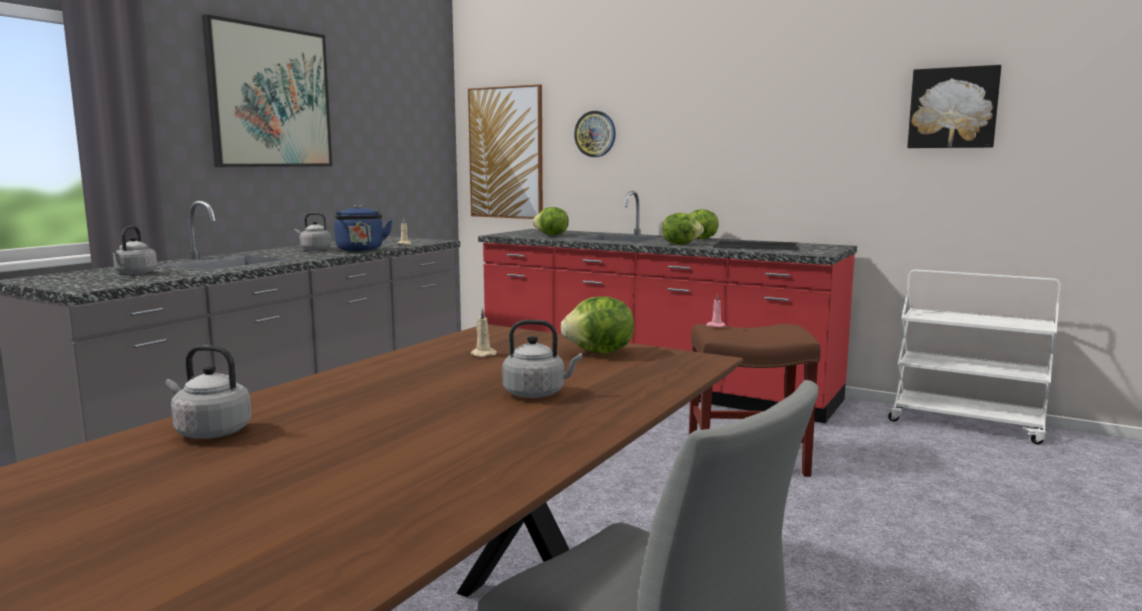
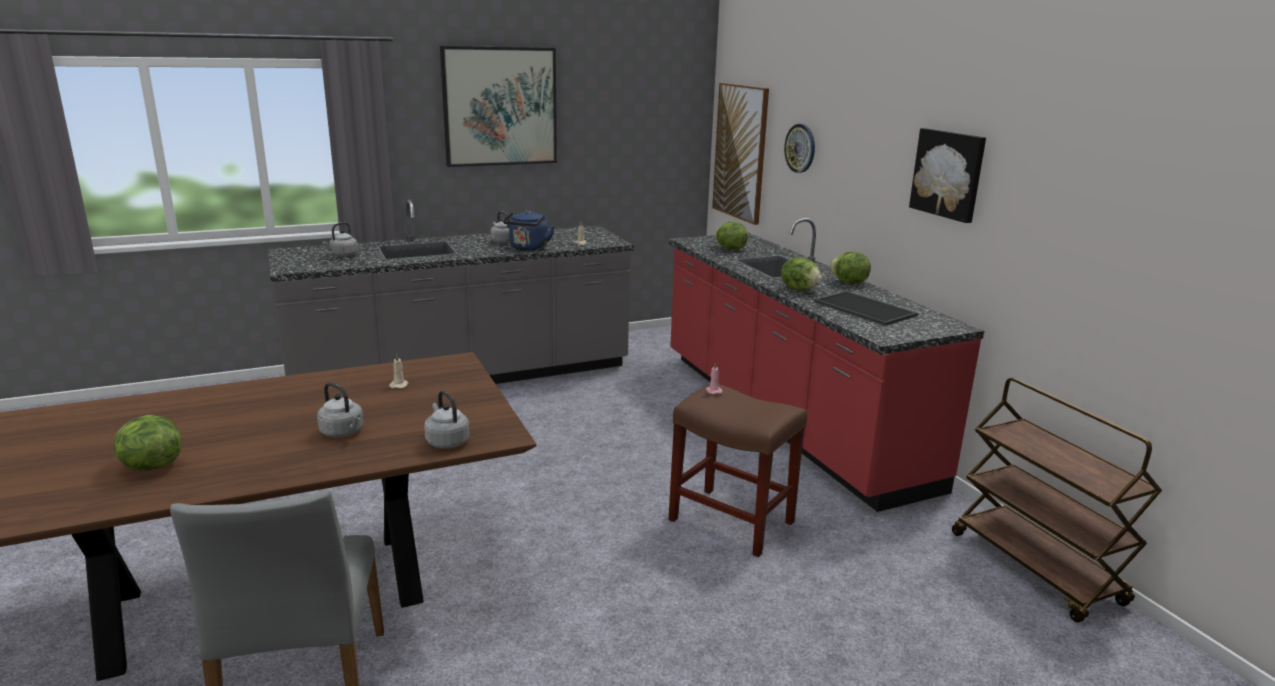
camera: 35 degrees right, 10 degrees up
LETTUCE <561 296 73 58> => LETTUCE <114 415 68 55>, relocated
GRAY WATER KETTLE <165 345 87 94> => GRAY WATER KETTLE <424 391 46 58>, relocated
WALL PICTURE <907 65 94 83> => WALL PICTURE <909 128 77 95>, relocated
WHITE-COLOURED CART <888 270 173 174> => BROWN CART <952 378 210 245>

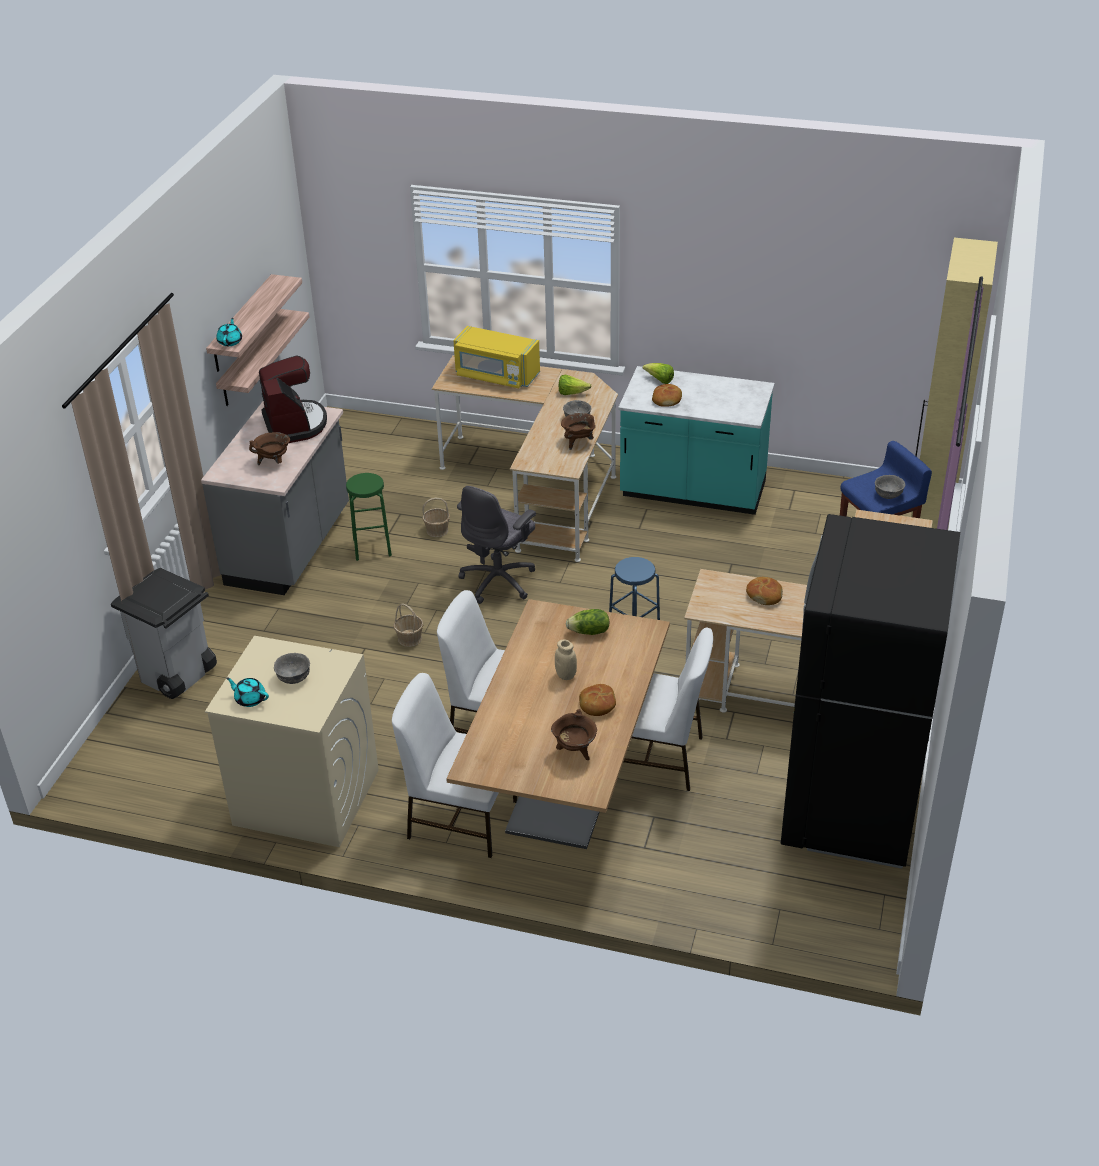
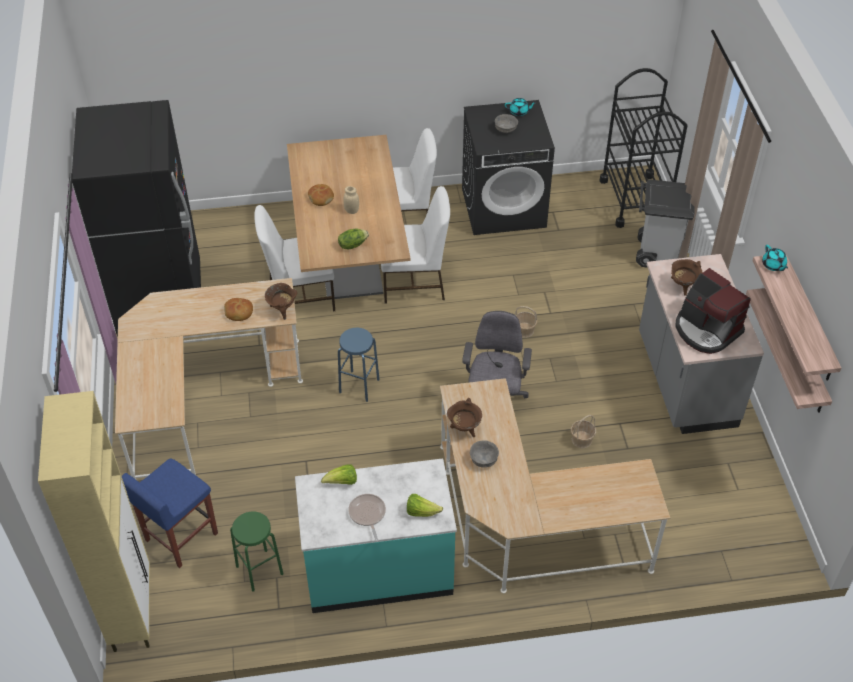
camera: 155 degrees right, 10 degrees up
GREENISH SITTING STOOL <346 473 46 88> => GREENISH SITTING STOOL <230 511 54 81>, relocated
BROWN COOKING POT <551 709 46 51> => BROWN COOKING POT <265 283 32 37>, relocated
LETTUCE <559 375 32 20> => LETTUCE <321 464 36 21>, relocated
nothing => FRYING PAN <348 494 38 48>
SAND-COLOURED LAUNDRY MACHINE <205 636 174 211> => BLACK-COLOURED LAUNDRY MACHINE <462 100 93 135>
nothing => BLACK-COLOURED CART <599 68 88 160>
YELLOW-COLOURED MICROWAVE OVEN <453 326 87 62> => nothing
BAKERY BREAD <652 384 30 23> => nothing
GRAY DEEP DISH <875 475 30 24> => nothing

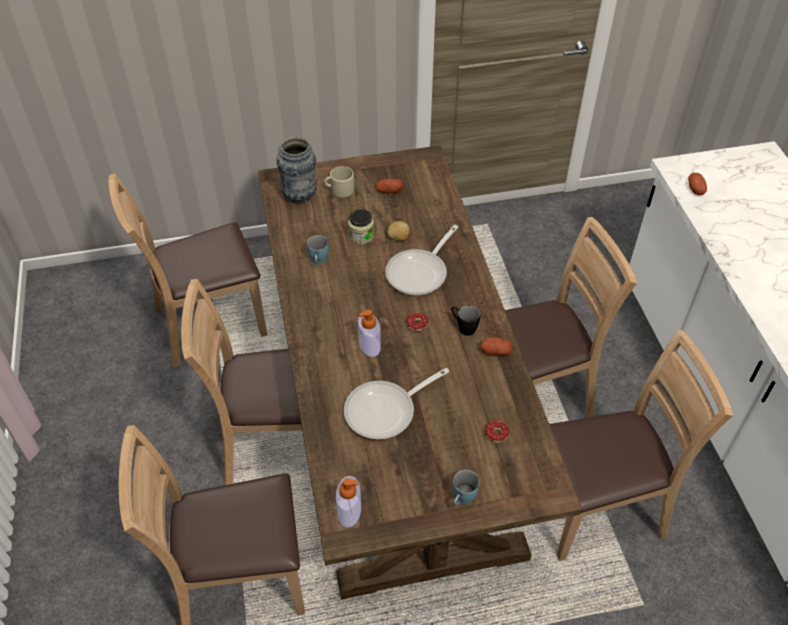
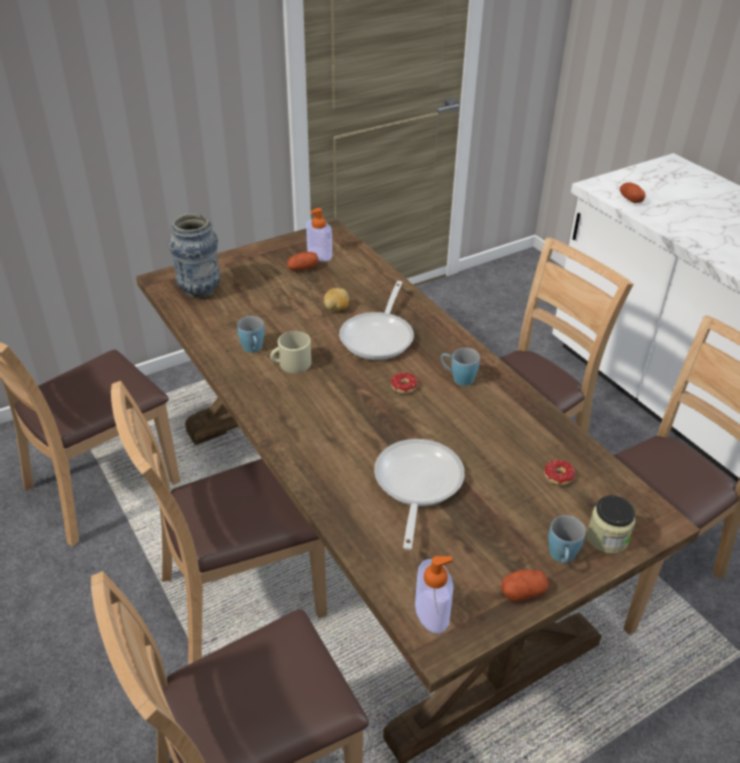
camera: 20 degrees left, 10 degrees down
SAND-COLOURED COFFEE MUG <324 166 30 32> => SAND-COLOURED COFFEE MUG <270 331 41 42>, relocated
LIQUID SOAP BOTTLE <358 310 23 47> => LIQUID SOAP BOTTLE <306 208 26 53>, relocated
FRYING PAN <344 368 105 71> => FRYING PAN <374 439 91 111>, 150 degrees clockwise
BLACK-COLOURED COFFEE MUG <451 305 30 31> => BLUE-COLOURED COFFEE MUG <441 348 39 38>
SPUD <481 337 32 18> => SPUD <501 570 48 32>, relocated
JAR <348 209 26 35> => JAR <587 495 48 59>, relocated

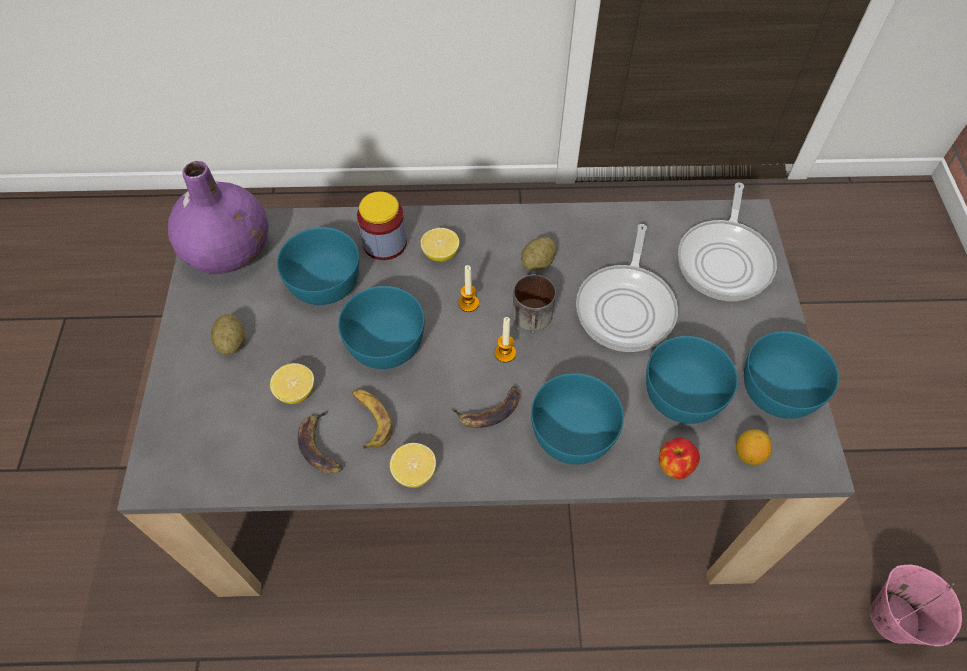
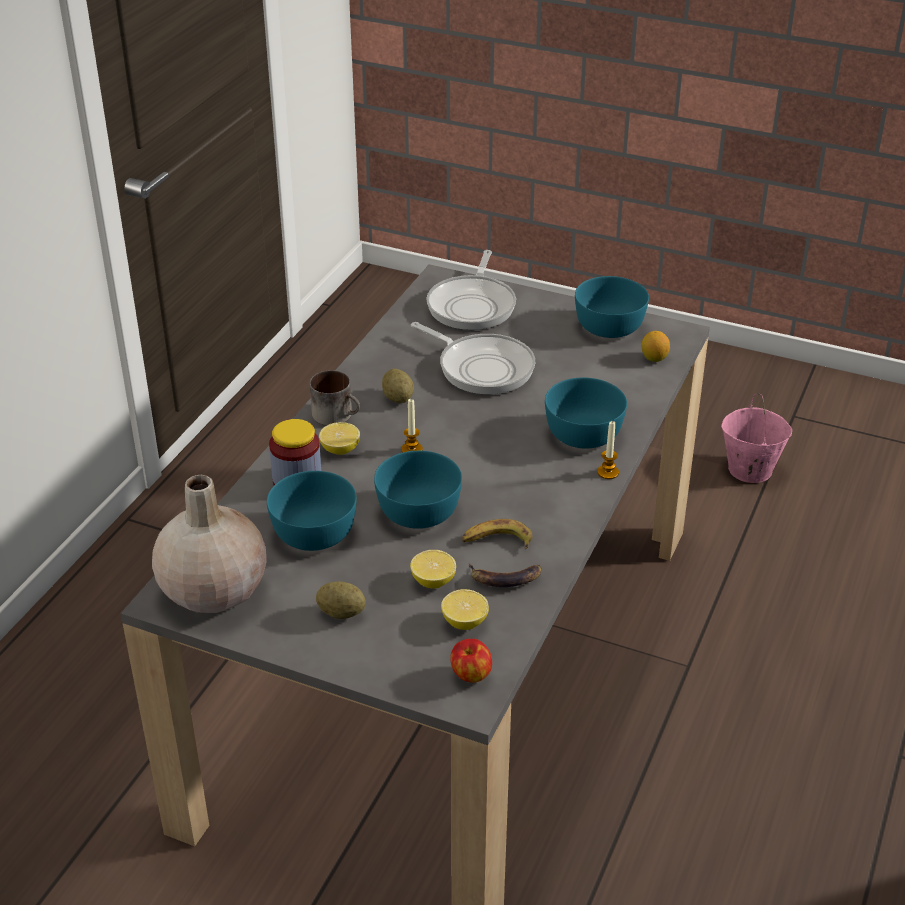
camera: 65 degrees left, 20 degrees down
PURPLE-COLOURED DECORATIVE VASE <168 161 100 113> => SAND-COLOURED DECORATIVE VASE <152 475 115 138>
COFFEE MUG <512 274 44 60> => COFFEE MUG <310 370 50 55>, relocated
FRYING PAN <678 183 99 118> => FRYING PAN <427 250 89 80>, 60 degrees clockwise
CITRUS FRUIT <390 443 46 45> => CITRUS FRUIT <441 589 48 41>, relocated
WHOLE APPLE <658 438 42 41> => WHOLE APPLE <450 639 42 43>, relocated
WAX LIGHT <495 317 21 46> => WAX LIGHT <597 421 22 58>, relocated
WHOLE BANANA <451 386 69 42> => nothing
TURQUOISE-COLOURED DEEP DISH <646 336 92 88> => nothing

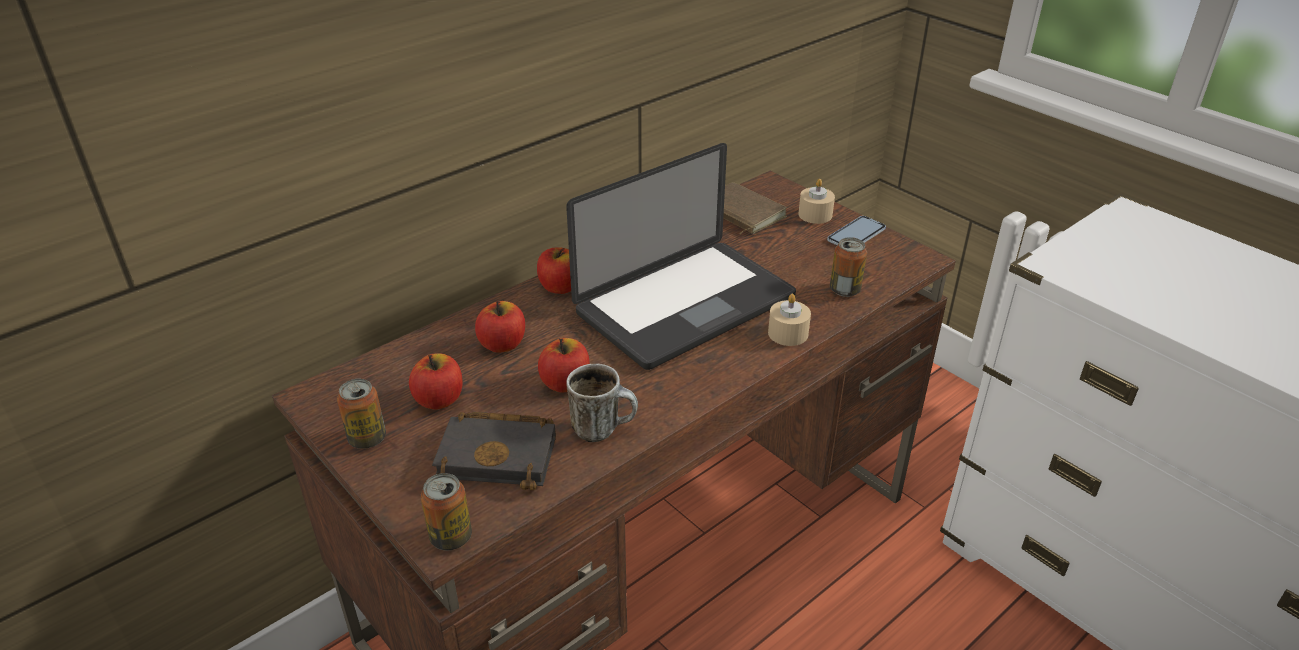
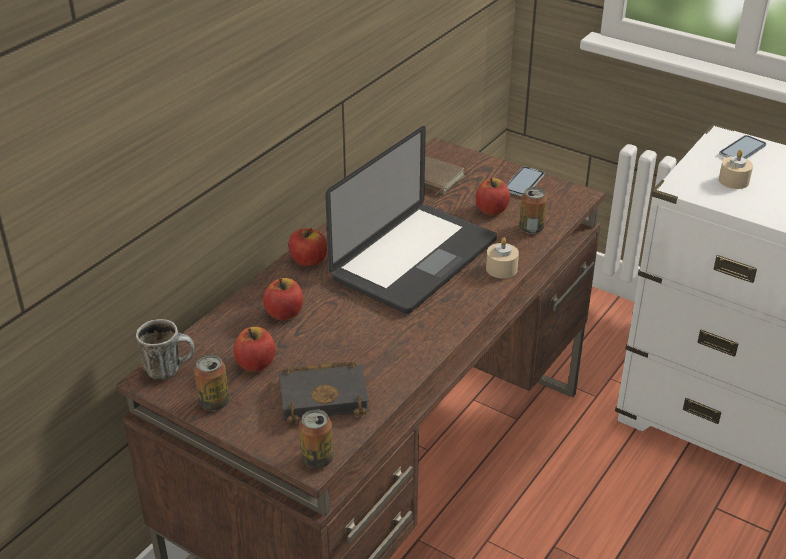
camera: 15 degrees left, 0 degrees up
COFFEE MUG <566 364 72 78> => COFFEE MUG <136 319 58 62>, relocated
WHOLE APPLE <538 338 52 55> => WHOLE APPLE <476 178 34 37>, relocated
nothing => TELEPHONE <719 135 47 24>
SAND-COLOURED WAX LIGHT <798 179 37 45> => SAND-COLOURED WAX LIGHT <719 150 34 39>, relocated

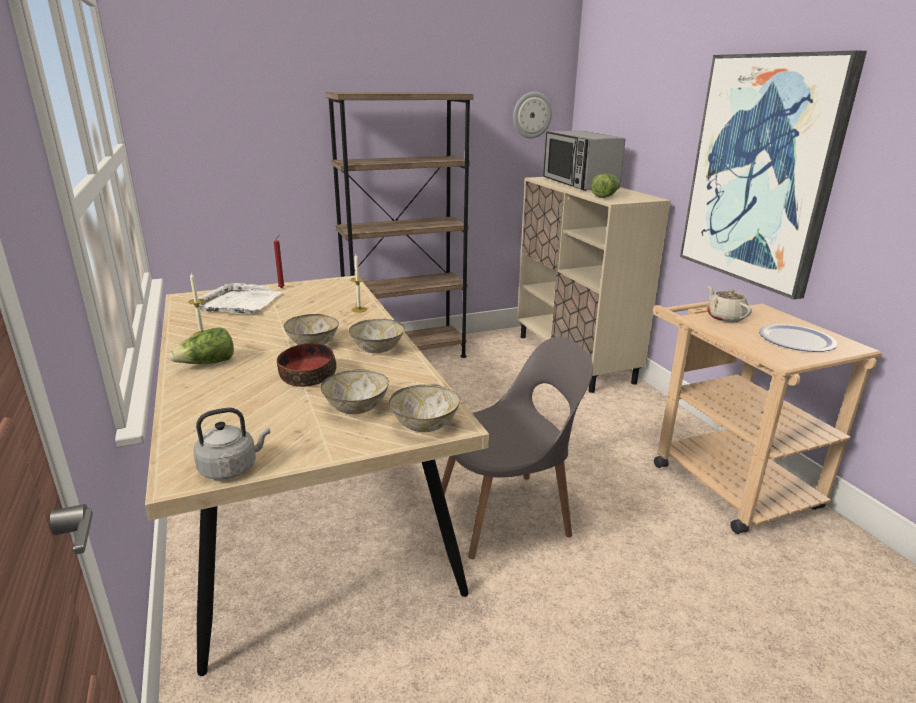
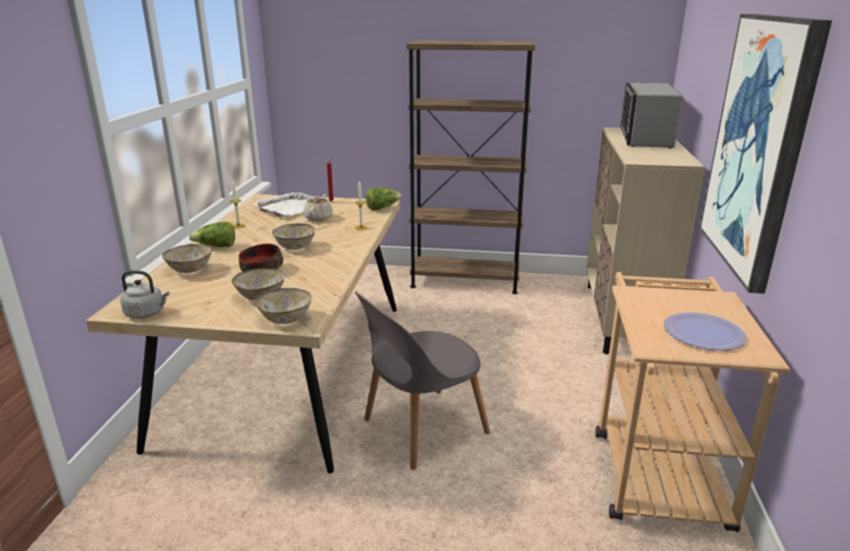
camera: 30 degrees right, 0 degrees up
DEEP DISH <349 319 55 34> => DEEP DISH <162 244 50 29>, relocated
SAND-COLOURED TEA POT <707 286 45 37> => SAND-COLOURED TEA POT <303 194 30 27>, relocated
GRAY CHAIR <441 337 152 222> => GRAY CHAIR <355 291 135 179>, 135 degrees clockwise
LETTUCE <591 173 29 25> => LETTUCE <366 188 36 22>, relocated
CLOCK ON THE WALL <513 92 39 46> => nothing

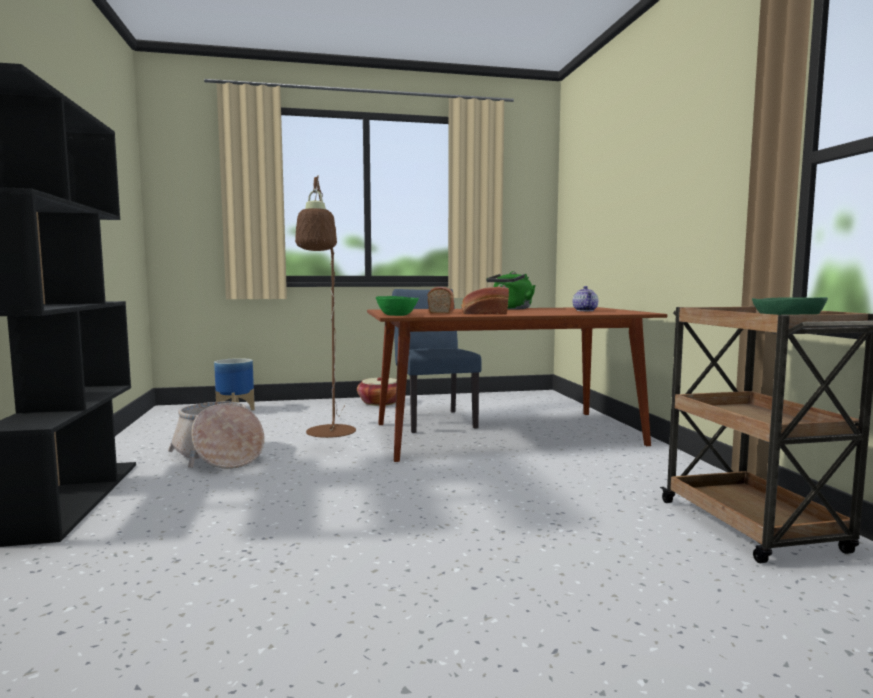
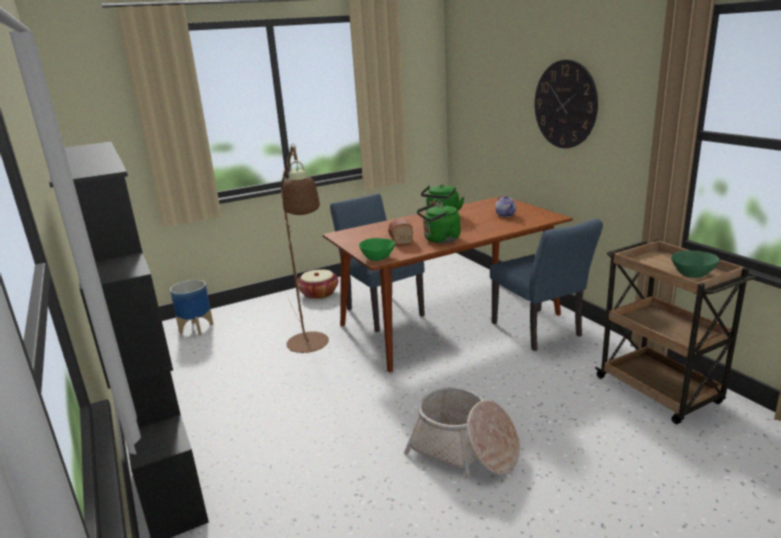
camera: 15 degrees left, 15 degrees up
HOUSEHOLD BASKET <168 402 97 67> => HOUSEHOLD BASKET <404 387 116 92>, relocated
BAKERY BREAD <461 287 48 27> => GREENISH WATER KETTLE <417 203 44 40>
nothing => BLUE-COLOURED CHAIR <490 219 113 132>
nothing => CLOCK ON THE WALL <535 60 63 88>

